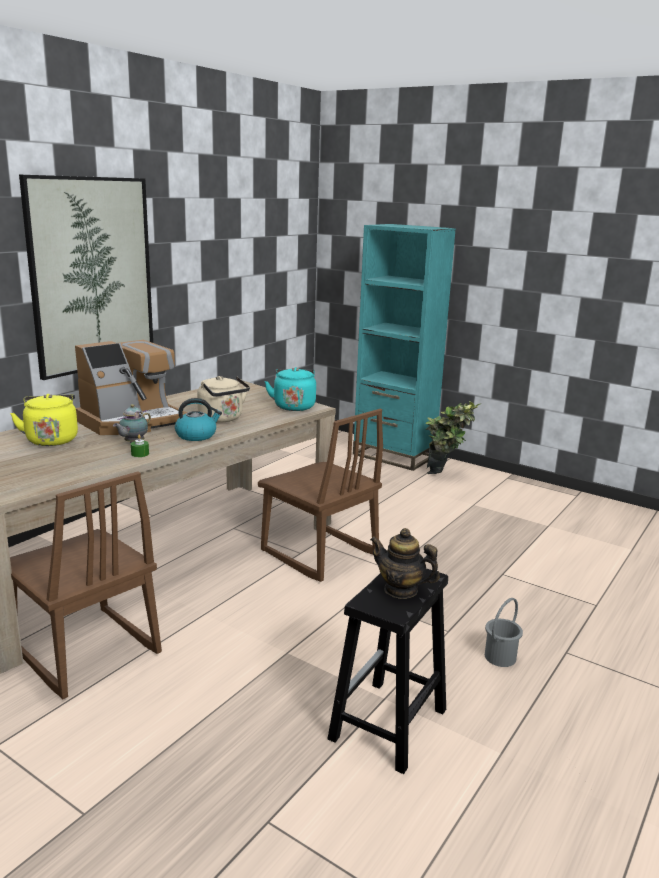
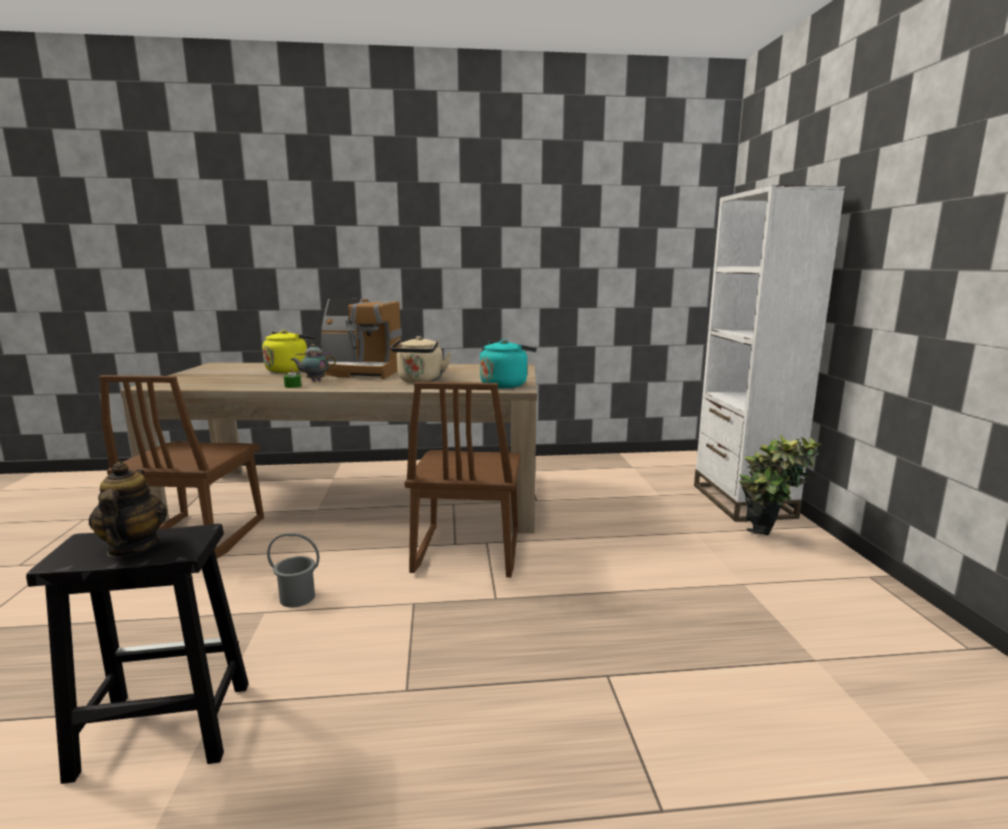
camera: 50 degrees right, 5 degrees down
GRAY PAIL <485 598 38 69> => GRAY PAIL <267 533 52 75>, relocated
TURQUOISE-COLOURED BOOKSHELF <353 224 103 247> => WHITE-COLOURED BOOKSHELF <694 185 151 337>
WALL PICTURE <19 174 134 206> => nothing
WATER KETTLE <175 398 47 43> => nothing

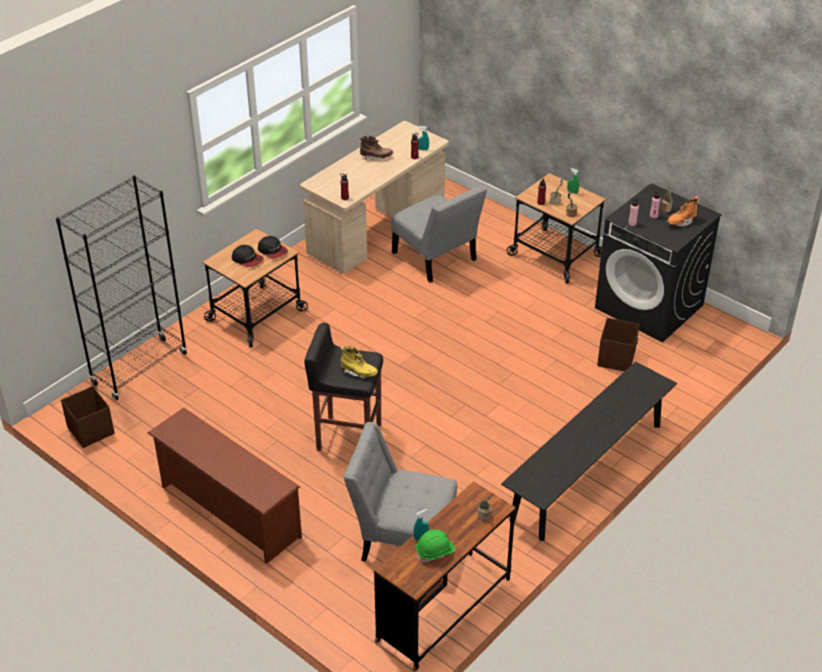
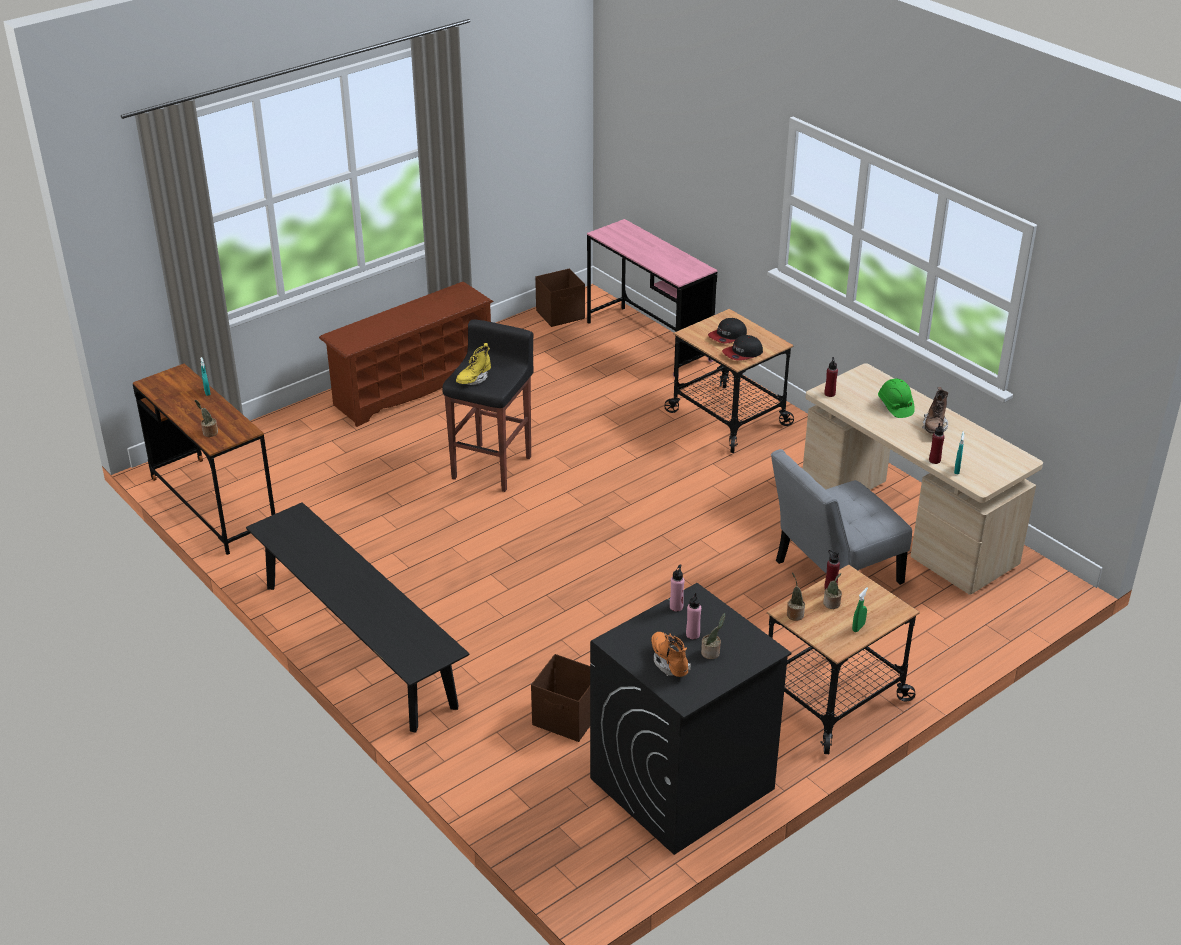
camera: 100 degrees right, 5 degrees down
BLACK-COLOURED BOOKSHELF <56 175 131 225> => PINK-COLOURED DESK <587 219 130 159>
GREENISH SAFETY HELMET <416 529 40 33> => GREENISH SAFETY HELMET <878 378 37 40>, relocated
GRAY CHAIR <343 422 114 140> => nothing

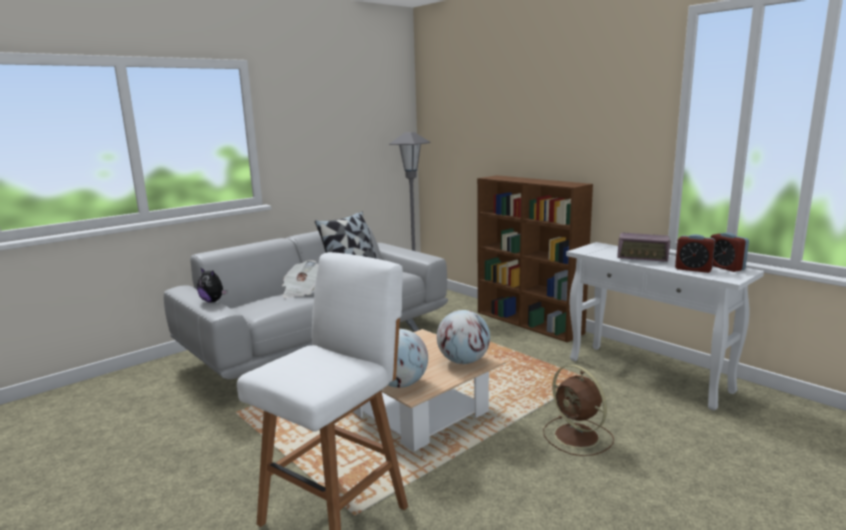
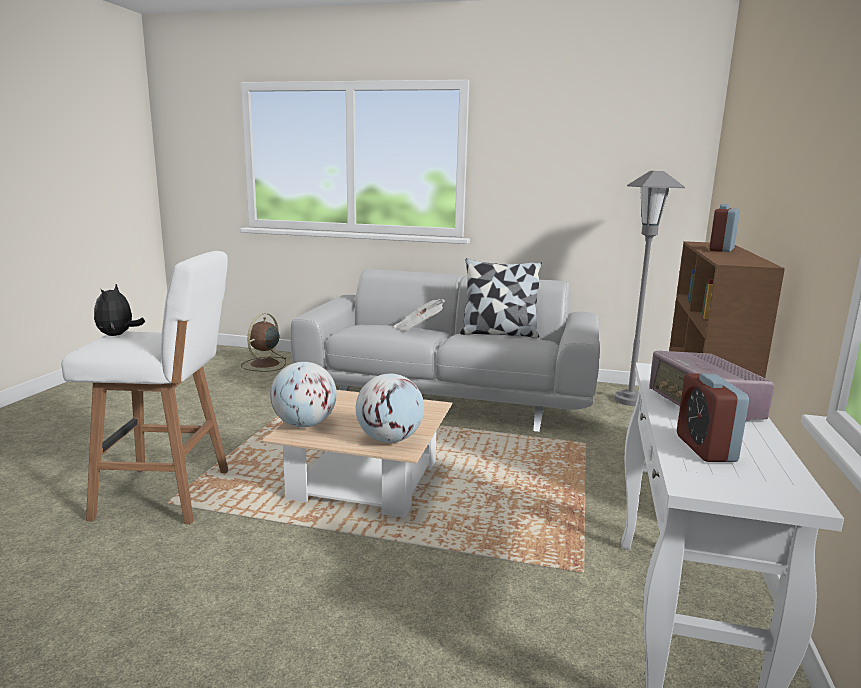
camera: 55 degrees right, 0 degrees up
CUDDLY TOY <197 267 30 36> => CUDDLY TOY <94 284 51 52>, relocated
BROWN COOLING FAN <543 365 71 91> => BROWN COOLING FAN <241 313 46 59>, relocated
TABLE CLOCK <710 233 39 39> => TABLE CLOCK <709 204 31 48>, relocated

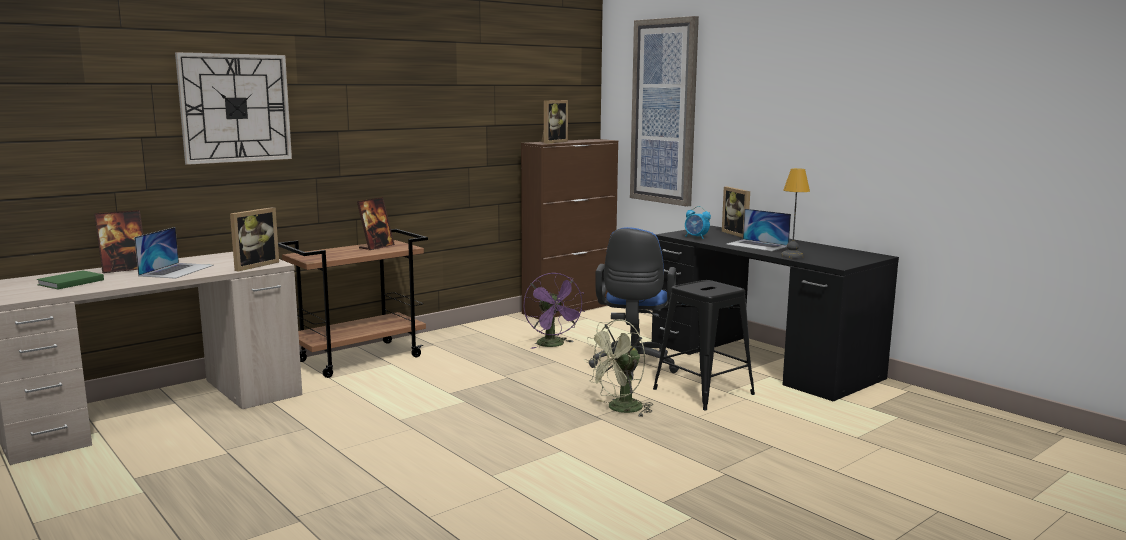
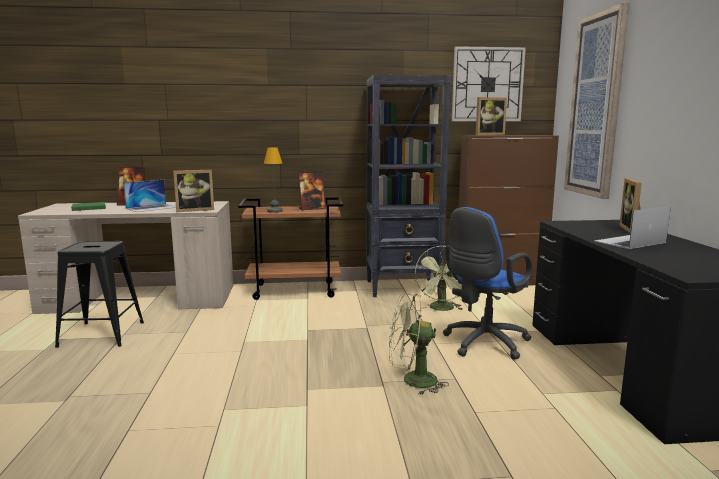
camera: 35 degrees right, 0 degrees up
BLACK-COLOURED SITTING STOOL <653 280 102 131> => BLACK-COLOURED SITTING STOOL <55 241 89 107>, relocated
TABLE LAMP <781 168 29 91> => TABLE LAMP <264 147 19 66>, relocated
nothing => BLACK-COLOURED BOOKSHELF <366 75 85 222>
PURPLE-COLOURED COOLING FAN <523 272 62 77> => GREENISH COOLING FAN <415 246 48 65>
CLOCK ON THE WALL <175 52 117 113> => CLOCK ON THE WALL <452 46 74 75>, relocated
NOTEBOOK COMPUTER <726 209 65 42> => NOTEBOOK COMPUTER <595 206 76 43>, 75 degrees clockwise
TABLE CLOCK <685 206 26 33> => nothing

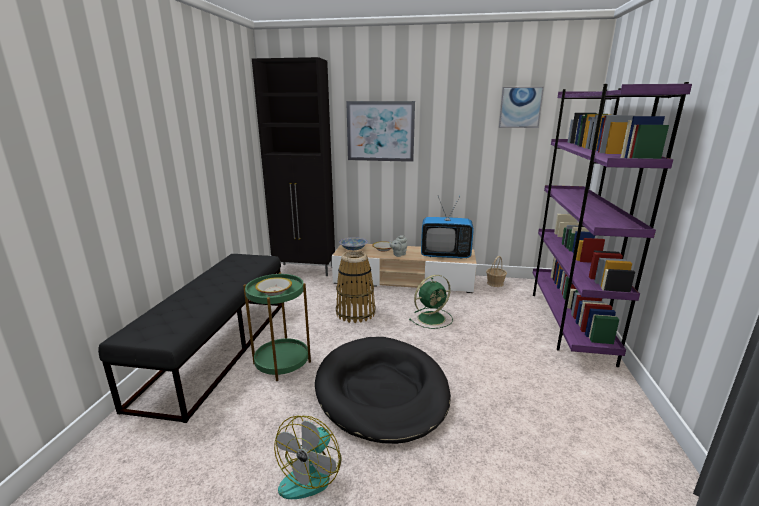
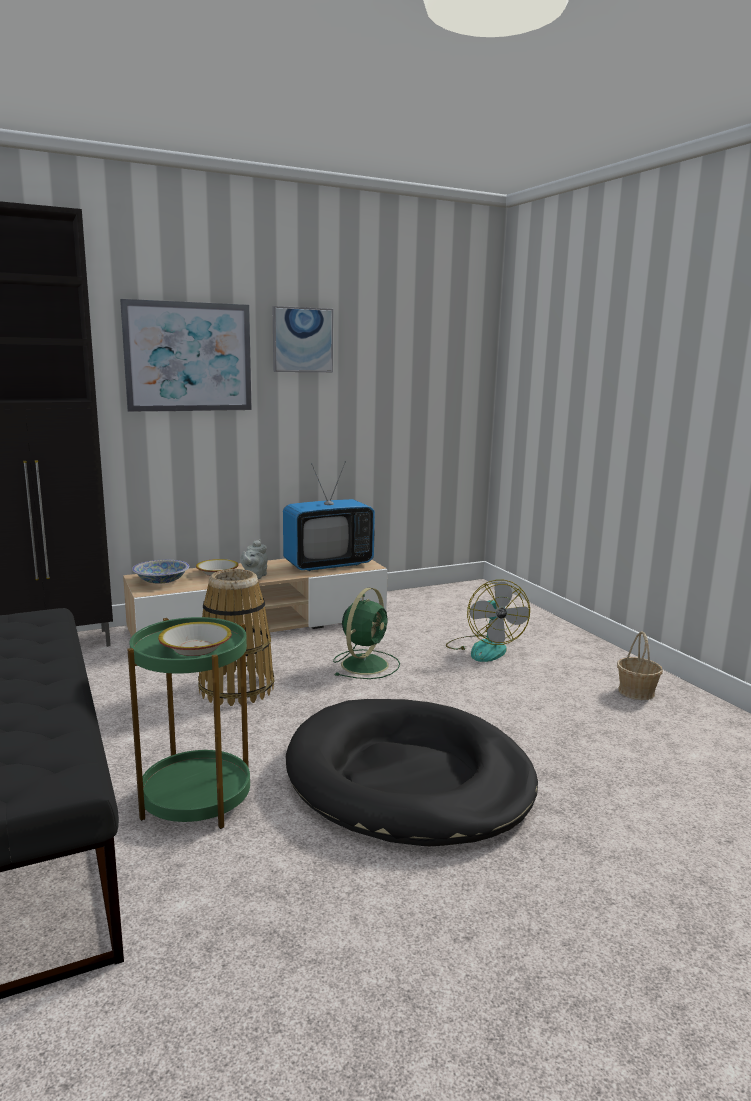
camera: 35 degrees left, 5 degrees down
WALL PICTURE <499 87 45 41> => WALL PICTURE <272 306 61 66>, relocated
COOLING FAN <274 416 67 83> => COOLING FAN <446 580 84 82>, relocated
HOUSEHOLD BASKET <486 256 21 31> => HOUSEHOLD BASKET <617 631 46 69>, relocated
PURPLE-COLOURED BOOKSHELF <533 82 159 285> => nothing

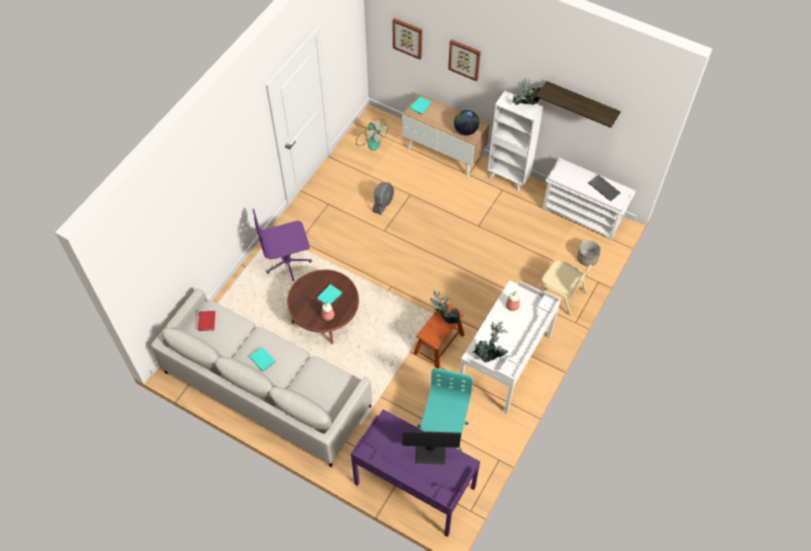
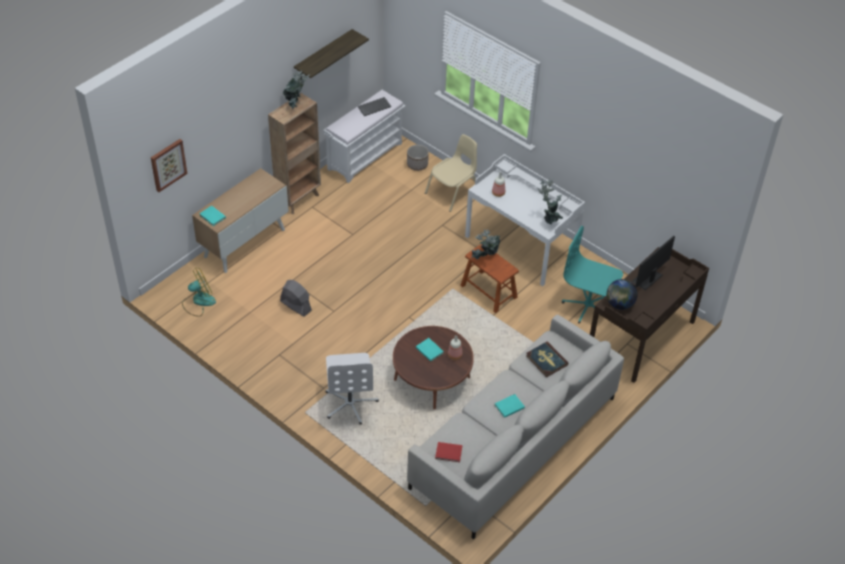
camera: 80 degrees left, 10 degrees down
WHITE-COLOURED BOOKSHELF <488 91 55 101> => BROWN BOOKSHELF <268 93 53 121>
PURPLE-COLOURED DESK CHAIR <252 209 60 72> => WHITE-COLOURED DESK CHAIR <325 353 54 72>
nothing => BOOK <526 341 43 36>
PURPLE-COLOURED DESK <351 409 129 128> => BROWN DESK <590 247 119 136>
GLOBE <454 110 25 26> => GLOBE <607 279 31 31>, relocated
COMPUTER DISPLAY <402 431 59 33> => COMPUTER DISPLAY <631 236 44 54>, 150 degrees counterclockwise
WALL PICTURE <448 39 33 42> => nothing

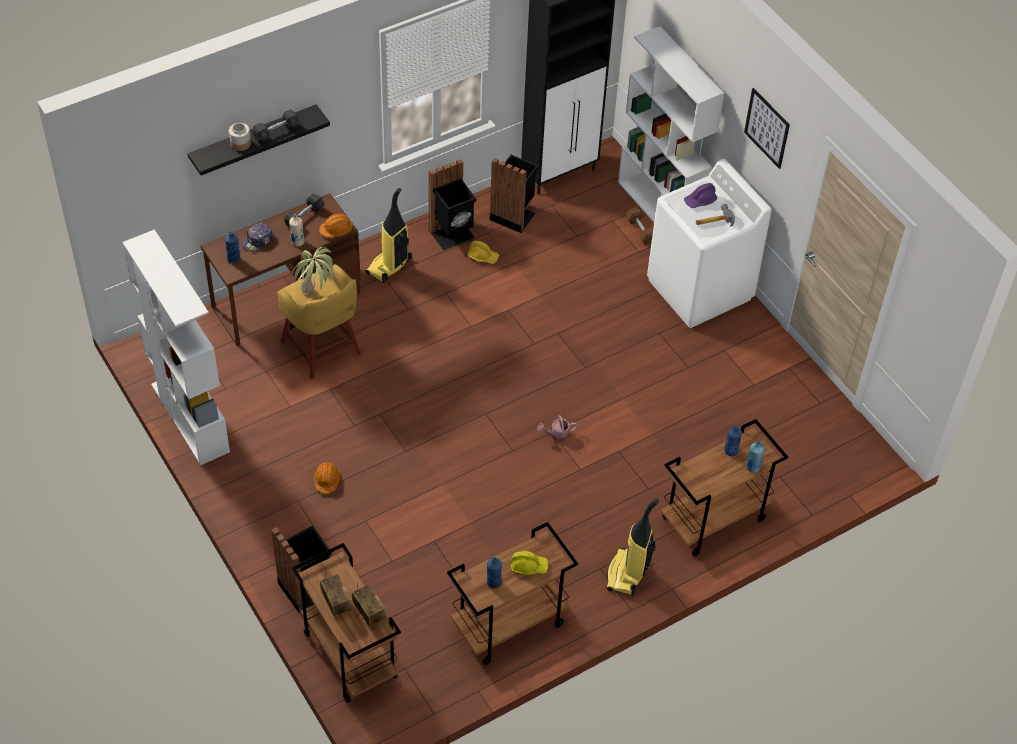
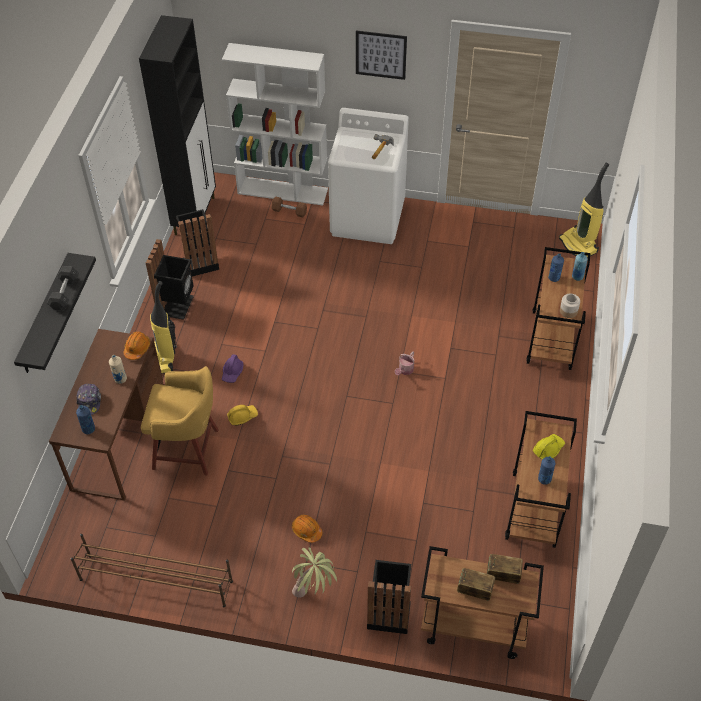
camera: 45 degrees left, 0 degrees up
WHITE-COLOURED BOOKSHELF <122 229 108 236> => BROWN SHOE SHELF <71 534 162 73>
PURPLE-COLOURED SAFETY HELMET <684 183 33 25> => PURPLE-COLOURED SAFETY HELMET <222 354 21 29>, relocated
YELLOW-COLOURED SAFETY HELMET <467 241 32 23> => YELLOW-COLOURED SAFETY HELMET <227 405 31 21>, relocated
PLANT IN A POT <292 247 44 46> => PLANT IN A POT <292 547 45 51>, relocated
VACUUM <606 499 53 97> => VACUUM <559 163 50 94>, relocated
JAR <229 123 22 28> => JAR <560 294 20 24>, relocated
GRAY HAND WEIGHT <283 193 42 35> => nothing

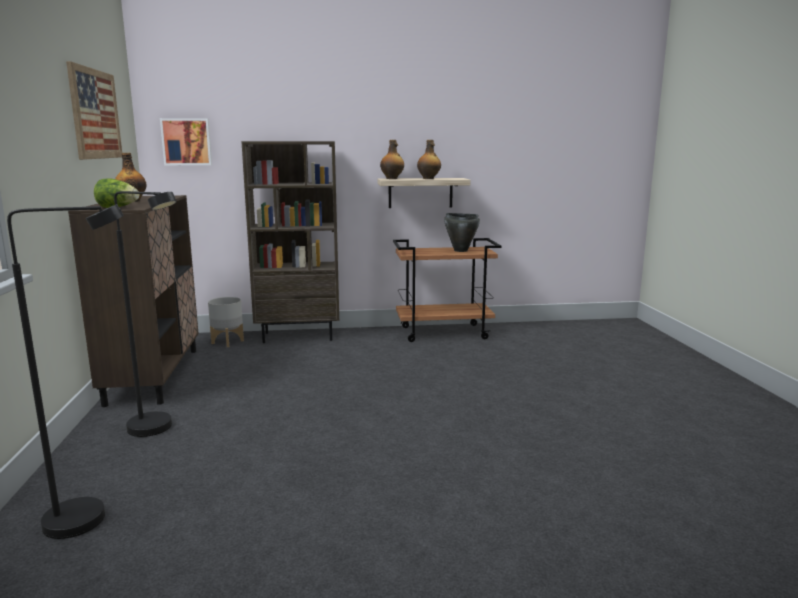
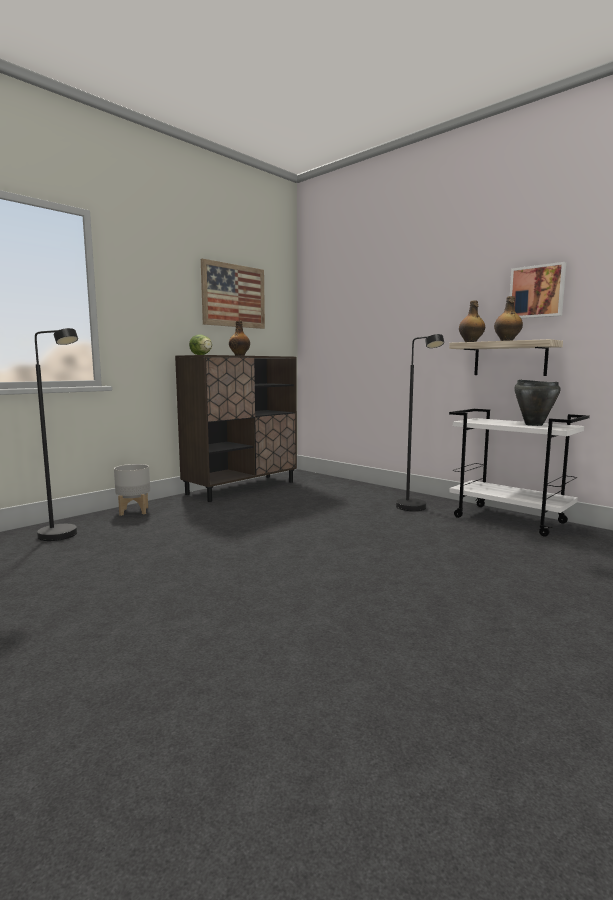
camera: 50 degrees right, 5 degrees down
GRAY FLOWER POT <208 297 36 50> => GRAY FLOWER POT <114 464 36 52>, relocated
BLACK-COLOURED STANDARD LAMP <114 191 63 246> => BLACK-COLOURED STANDARD LAMP <396 334 48 177>, relocated
BROWN CART <393 238 109 104> => WHITE-COLOURED CART <449 409 141 128>
WALL PICTURE <160 118 52 47> => WALL PICTURE <510 262 56 56>, relocated
BROWN BOOKSHELF <241 141 98 202> => nothing

